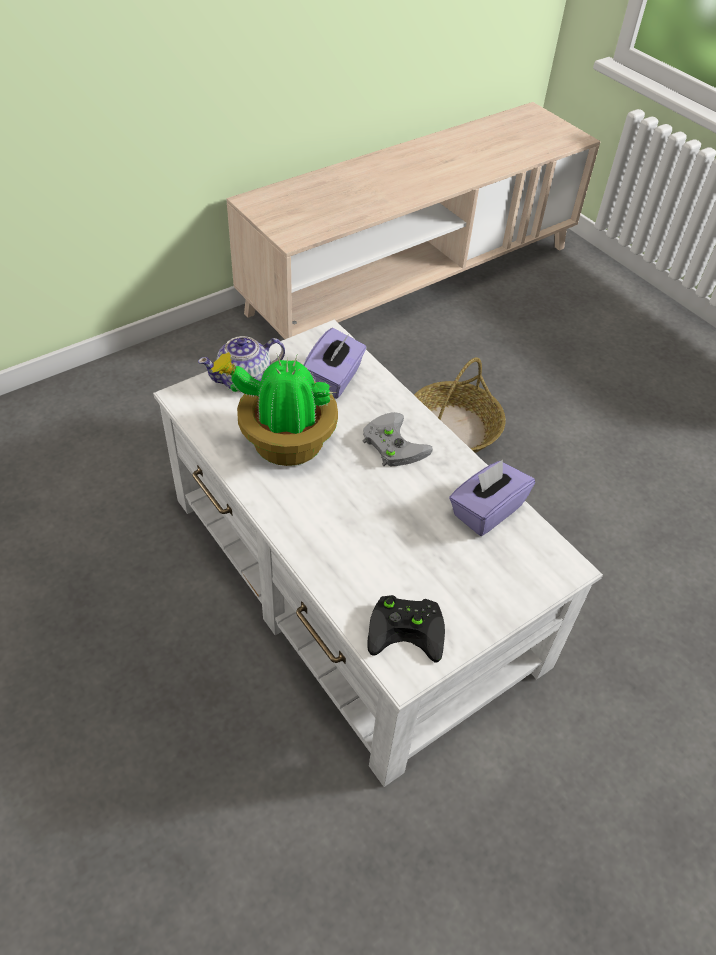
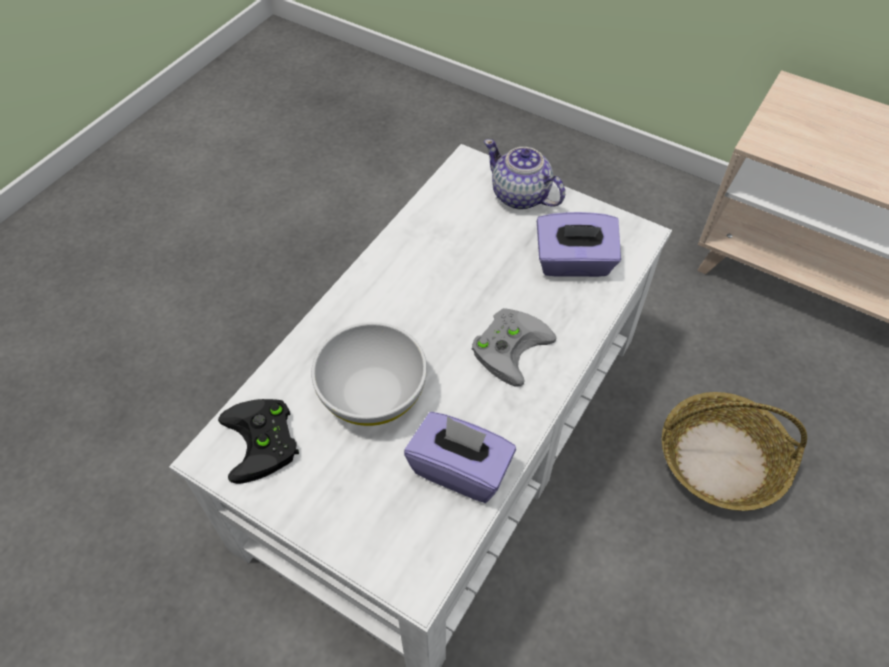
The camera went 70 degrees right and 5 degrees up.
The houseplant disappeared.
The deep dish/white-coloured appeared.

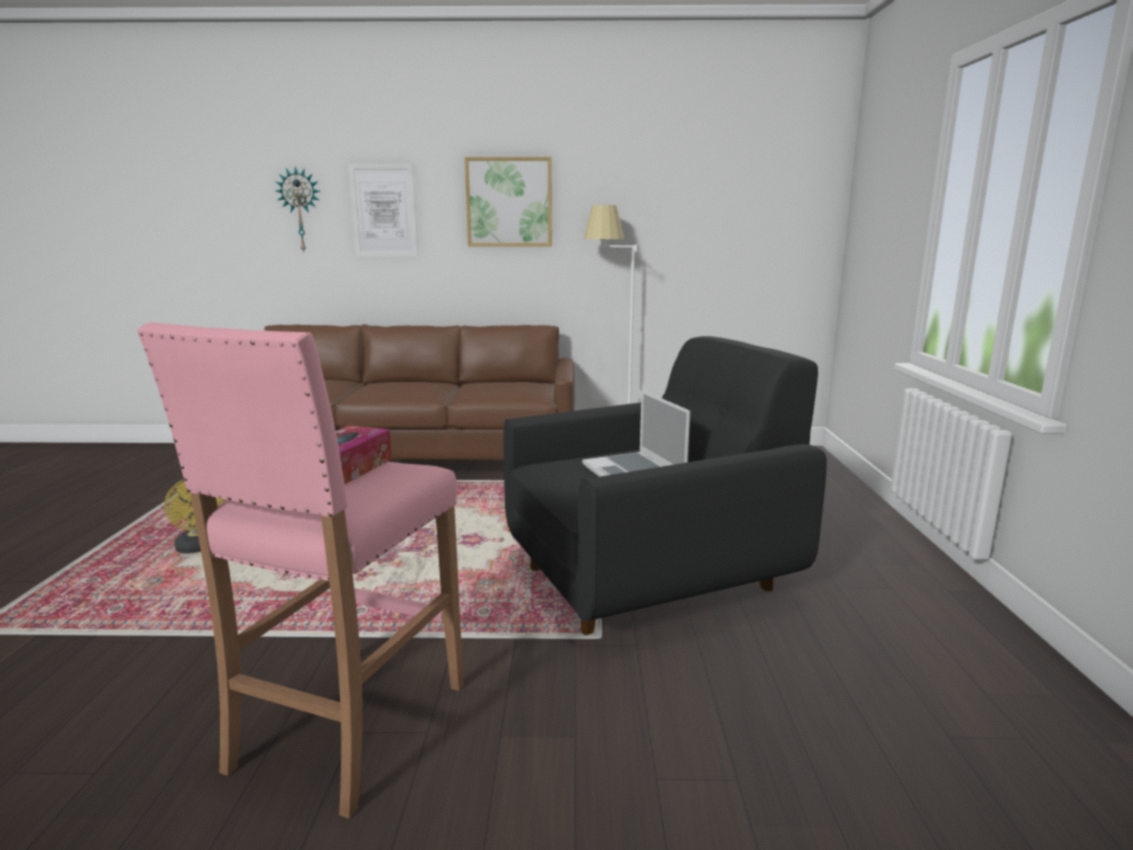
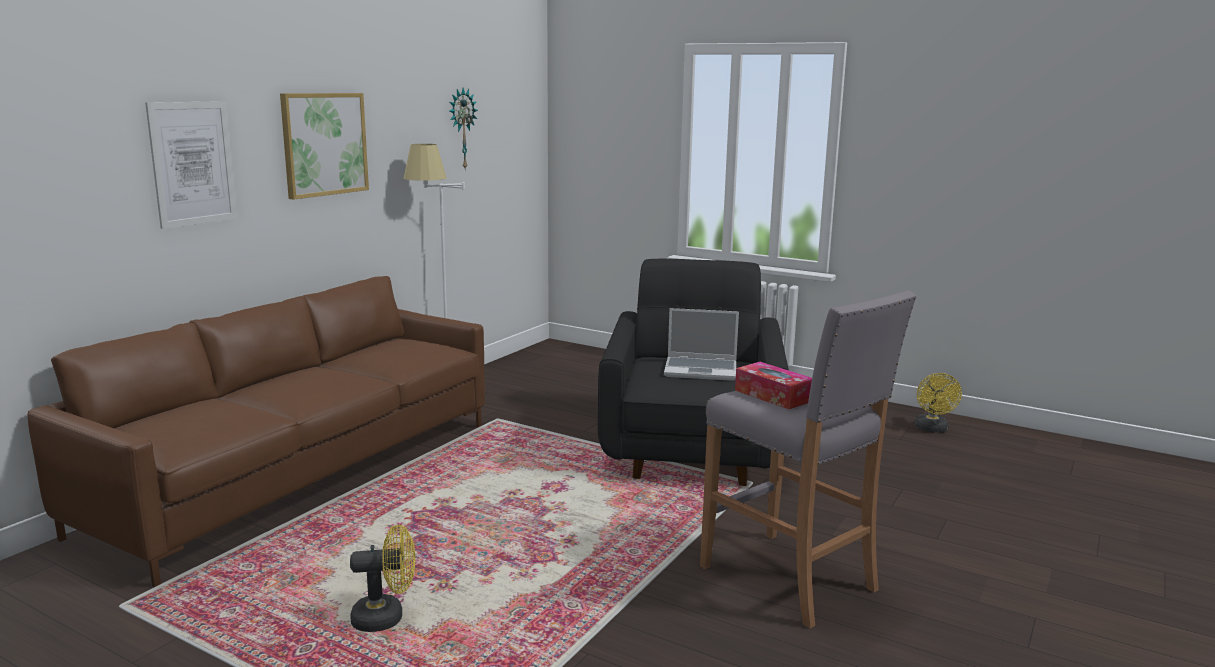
The camera went 60 degrees left and 0 degrees up.
The sitting stool/pinkish became the sitting stool/greyish.
The wall clock moved.
The fan/yellow-coloured (no. 2 from left) appeared.

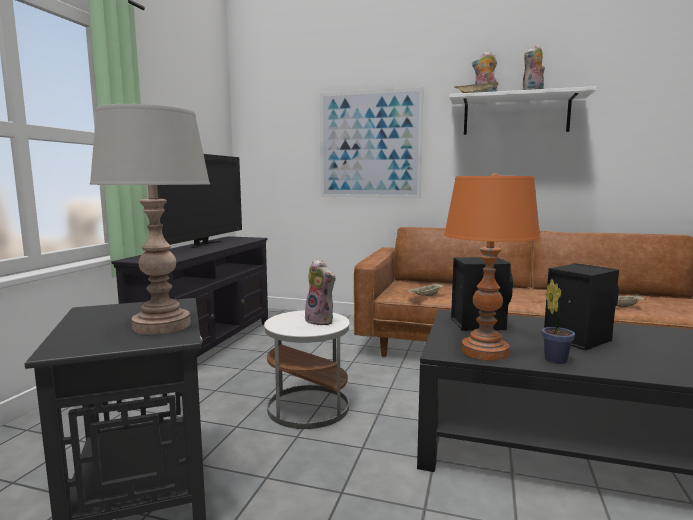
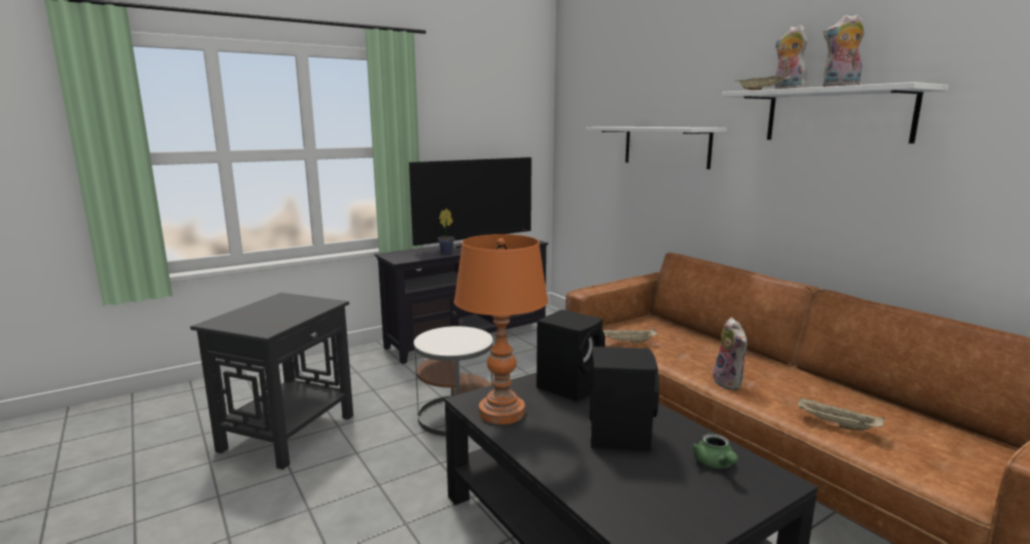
The camera went 40 degrees right and 5 degrees up.
The tabletop lamp/greyish disappeared.
The cuddly toy (no. 1 from left) moved.
The wall art was replaced by the bracket shelf/white-coloured (no. 1 from left).
The houseplant moved.
The pot for tea/greenish appeared.

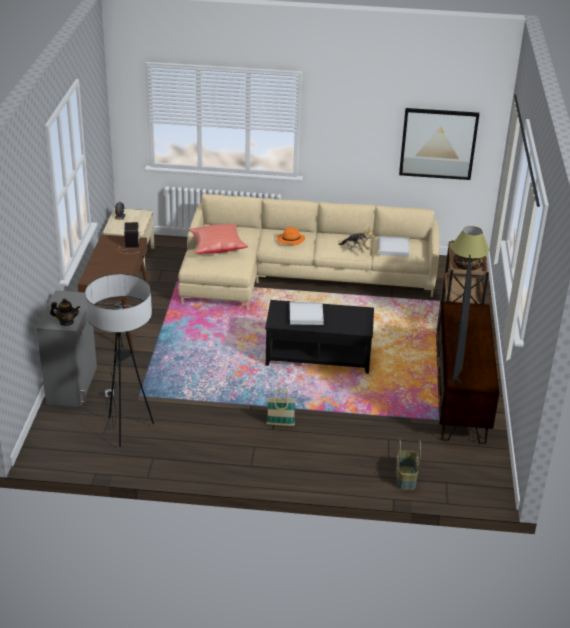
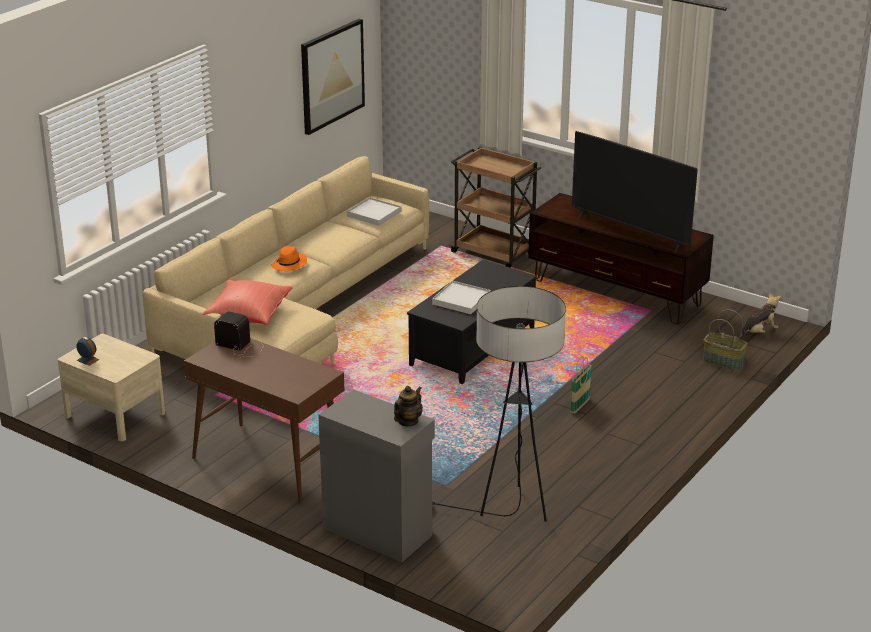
The camera went 60 degrees left and 5 degrees down.
The cuddly toy moved.
The tabletop lamp disappeared.

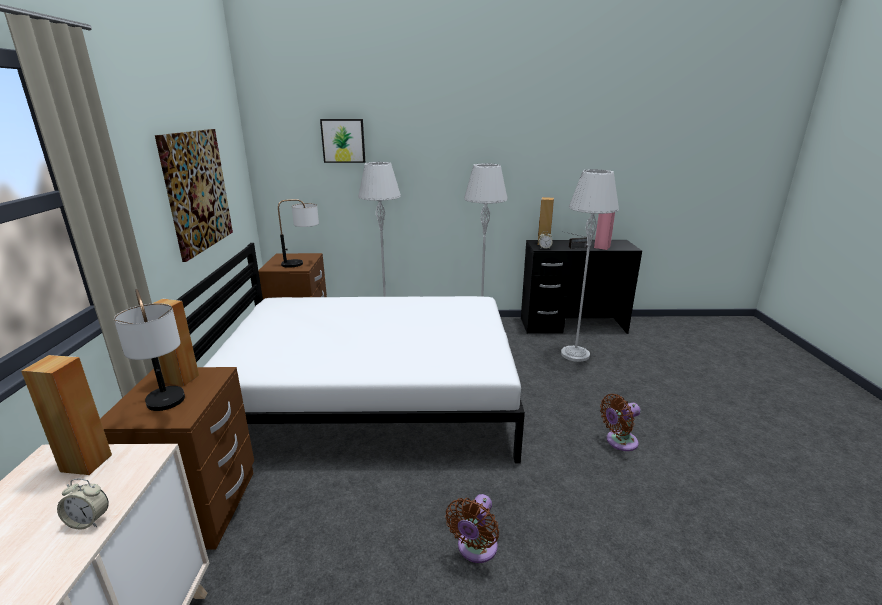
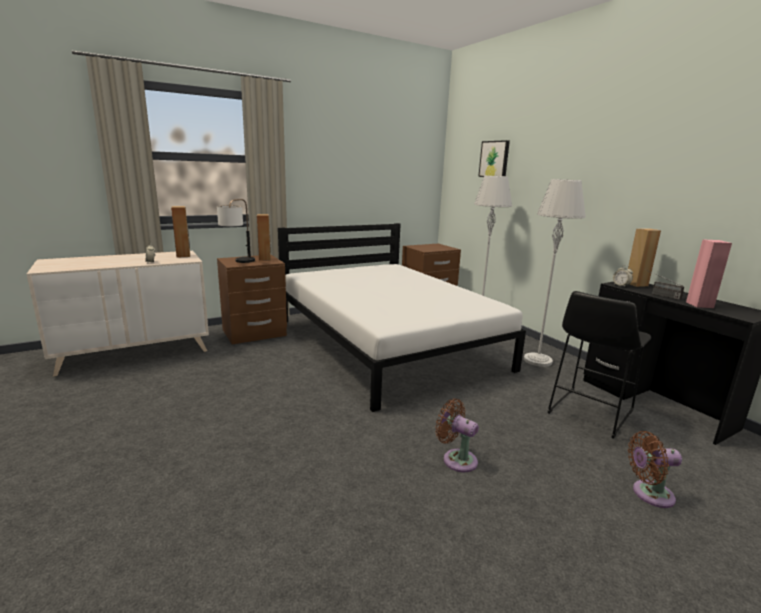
The camera went 60 degrees right and 5 degrees down.
The wall art (no. 1 from left) disappeared.
The tabletop lamp (no. 2 from left) disappeared.
The fan/brown (no. 1 from left in the first image) moved.
The floor lamp/greyish (no. 3 from left) was replaced by the sitting stool/black.

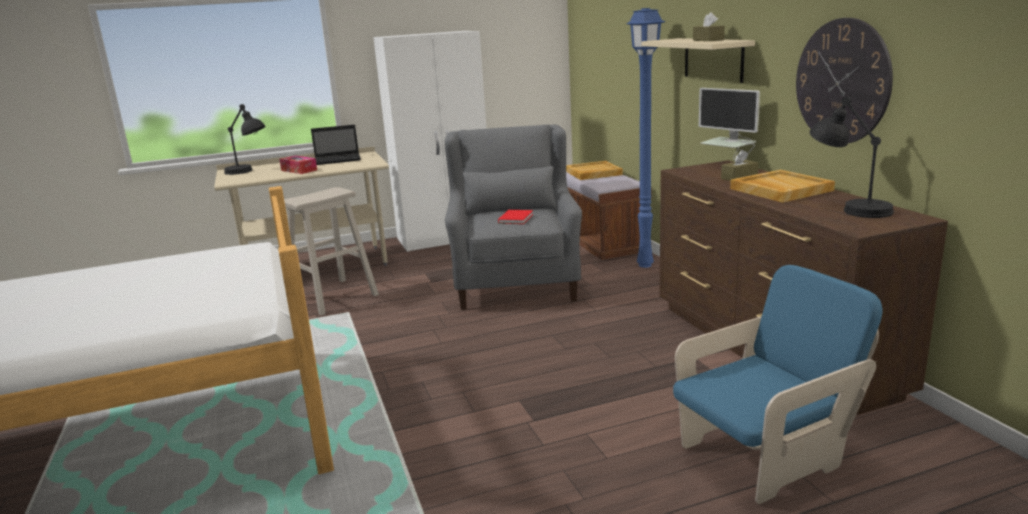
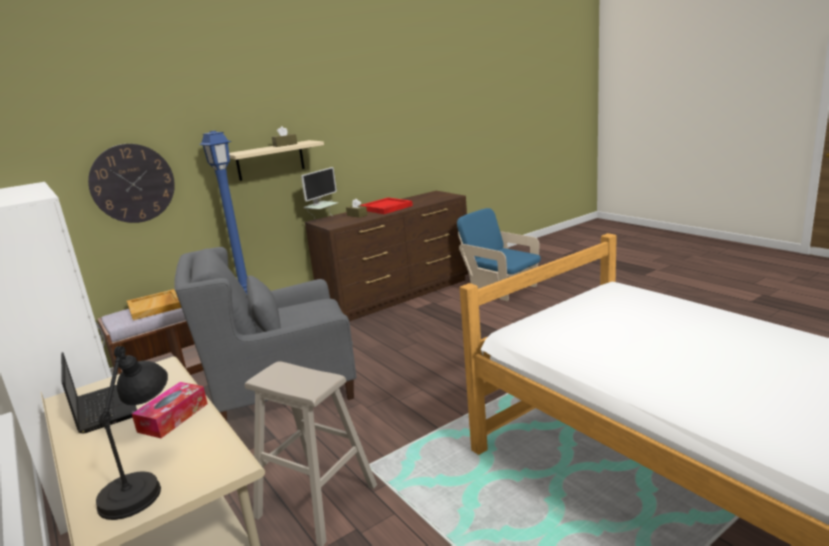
The camera went 105 degrees left and 0 degrees up.
The book/red disappeared.
The serving tray/sand-coloured (no. 2 from left) became the serving tray/red.
The wall clock moved.
The tabletop lamp/black (no. 2 from left) disappeared.

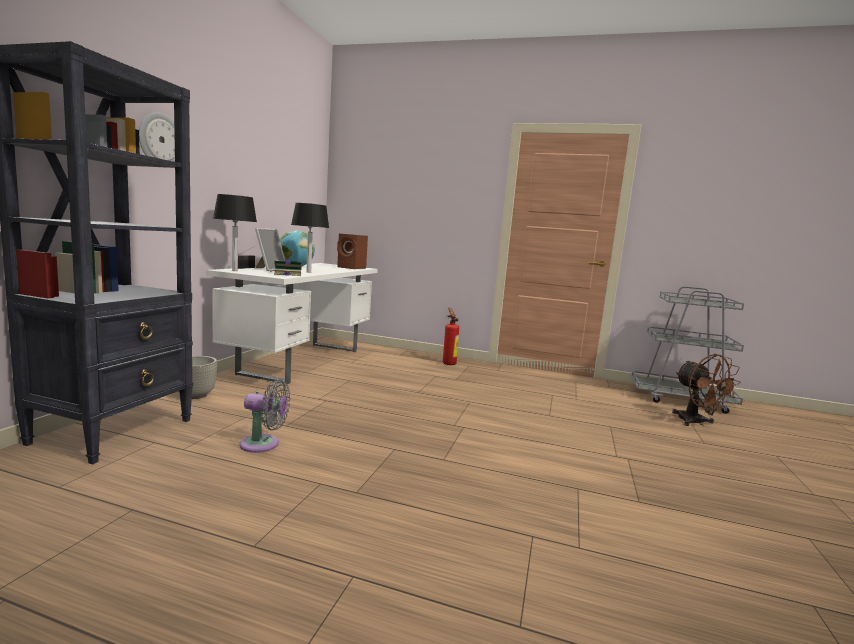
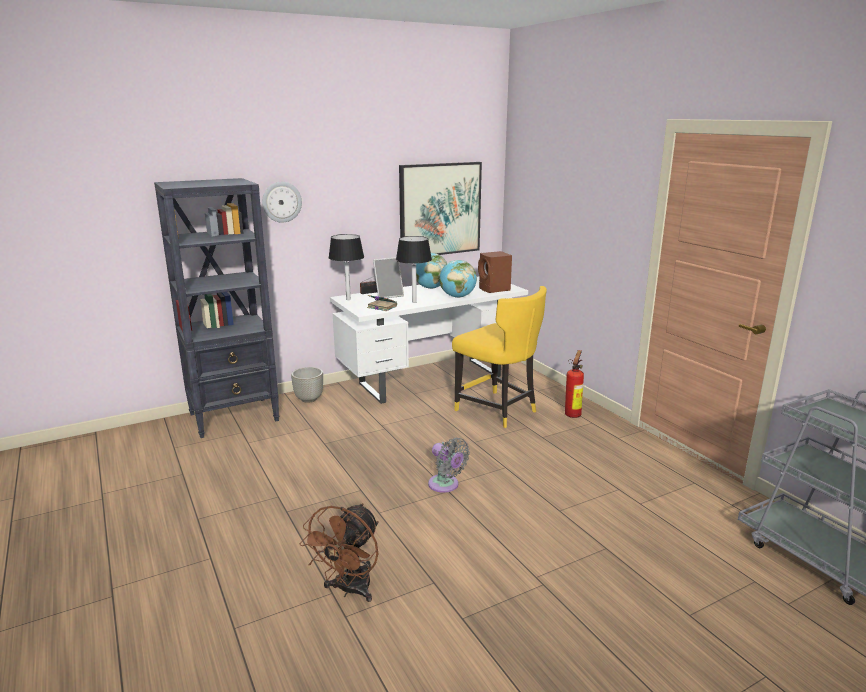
The camera went 45 degrees right and 10 degrees up.
The fan/greyish moved.
The fan/brown moved.
The wall art appeared.
The globe (no. 2 from left) appeared.
The chair/yellow-coloured appeared.

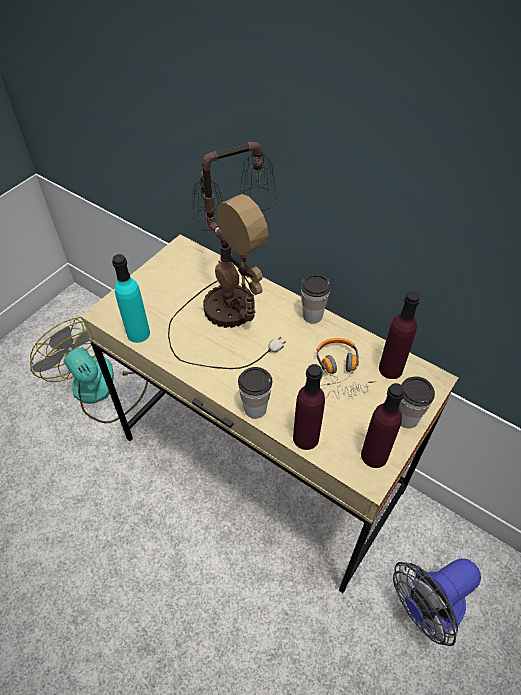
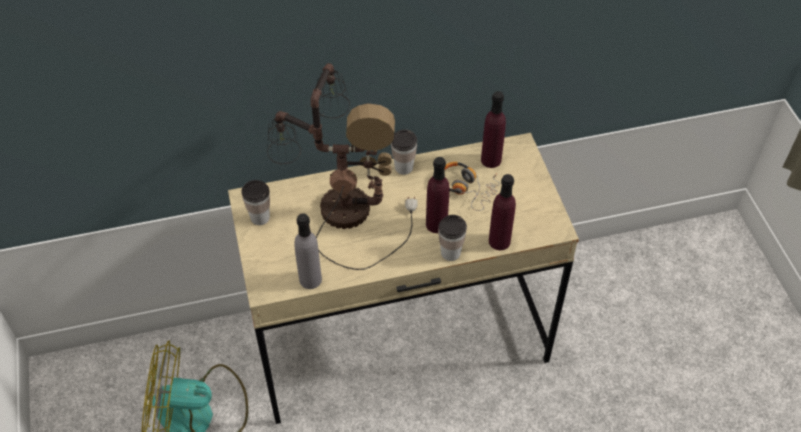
The camera went 50 degrees left and 0 degrees up.
The bottle/blue-green became the bottle/greyish.
The bottle/purple-coloured (no. 2 from left in the first image) moved.
The fan (no. 2 from left) disappeared.
The small cup (no. 3 from left in the first image) moved.

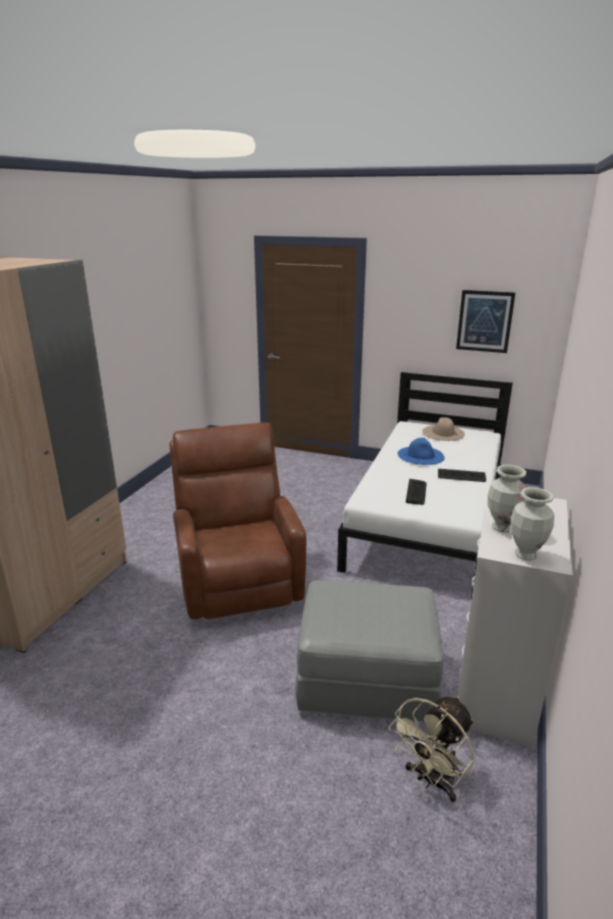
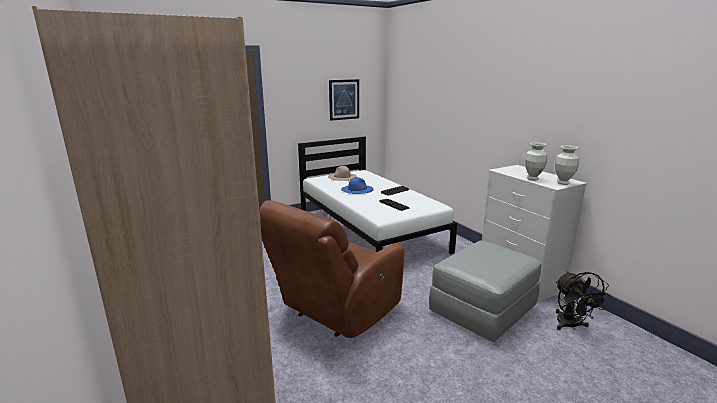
The camera went 50 degrees left and 5 degrees down.
The armchair/brown turned 75 degrees counterclockwise.
The fan/sand-coloured became the fan/black.

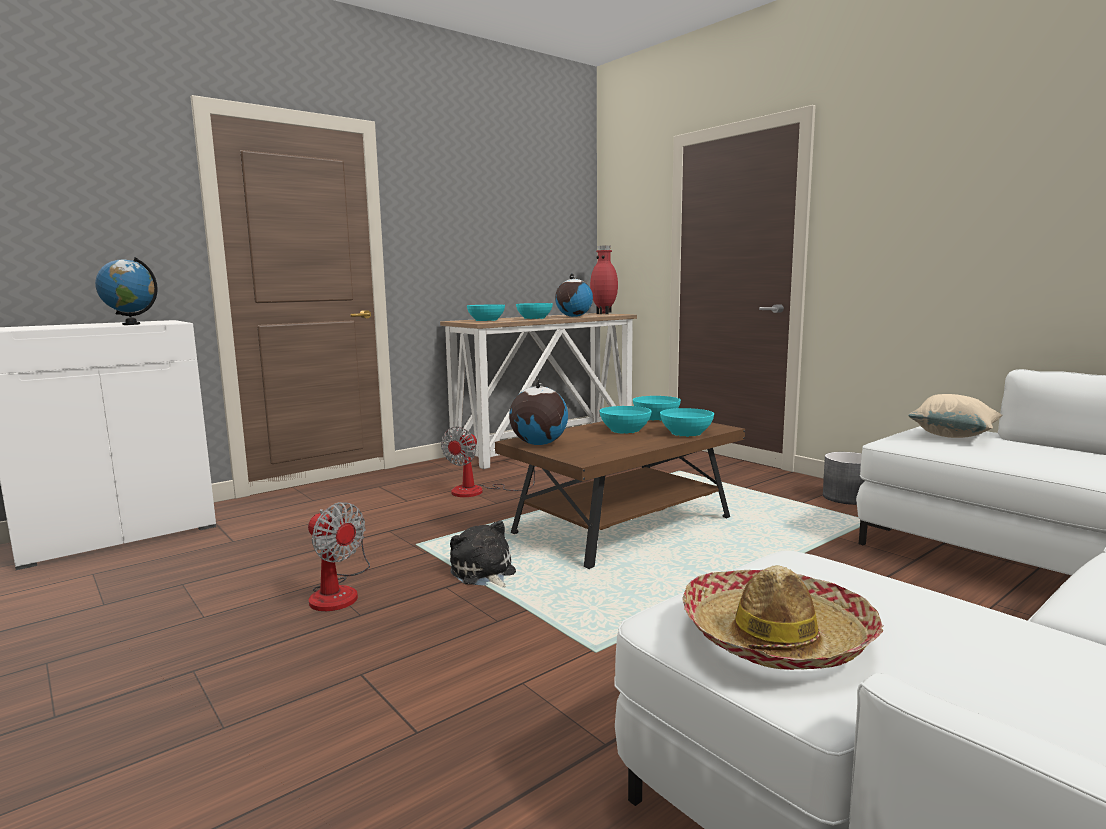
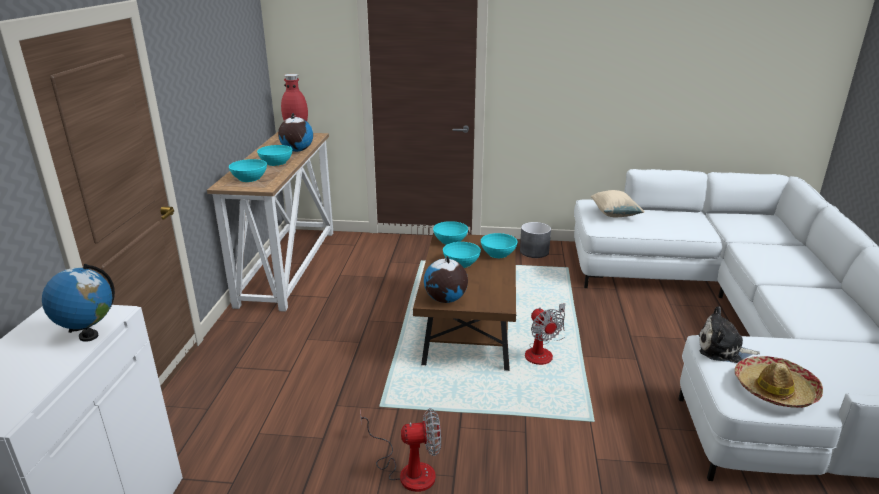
The camera went 45 degrees left and 15 degrees up.
The fan (no. 2 from left) moved.
The cuddly toy moved.

